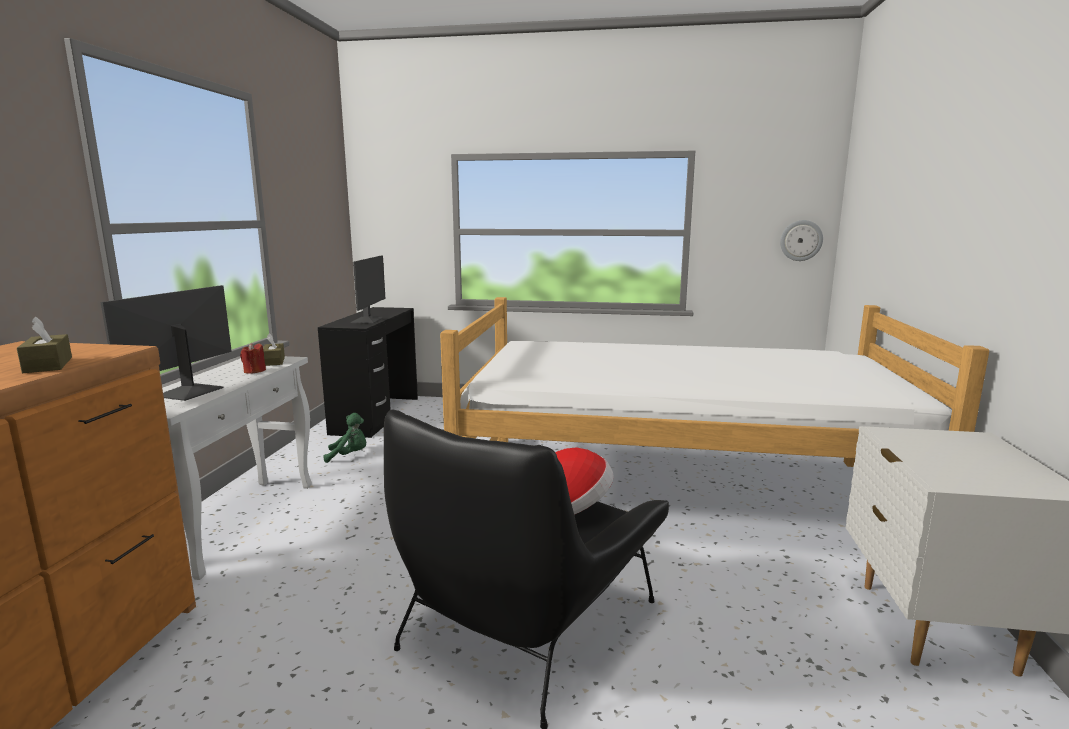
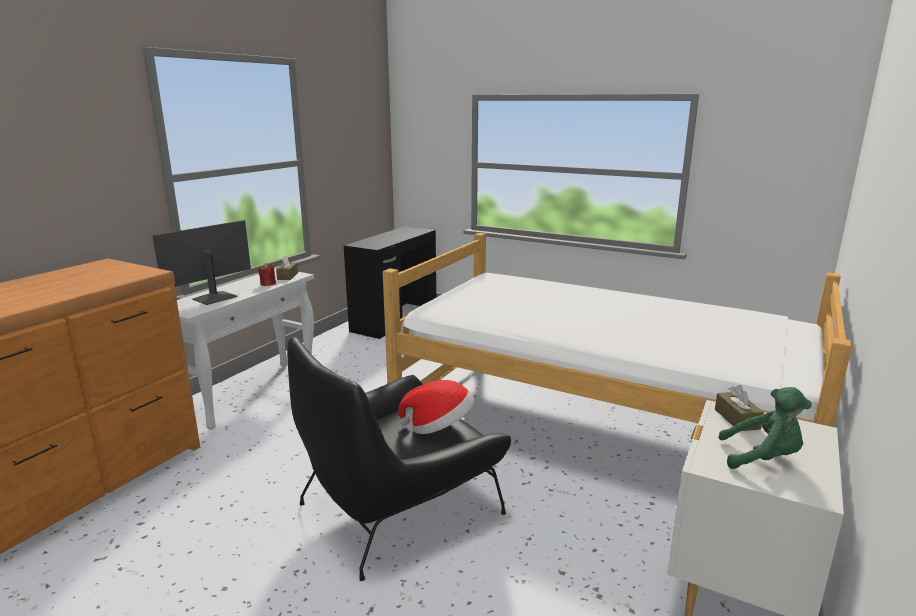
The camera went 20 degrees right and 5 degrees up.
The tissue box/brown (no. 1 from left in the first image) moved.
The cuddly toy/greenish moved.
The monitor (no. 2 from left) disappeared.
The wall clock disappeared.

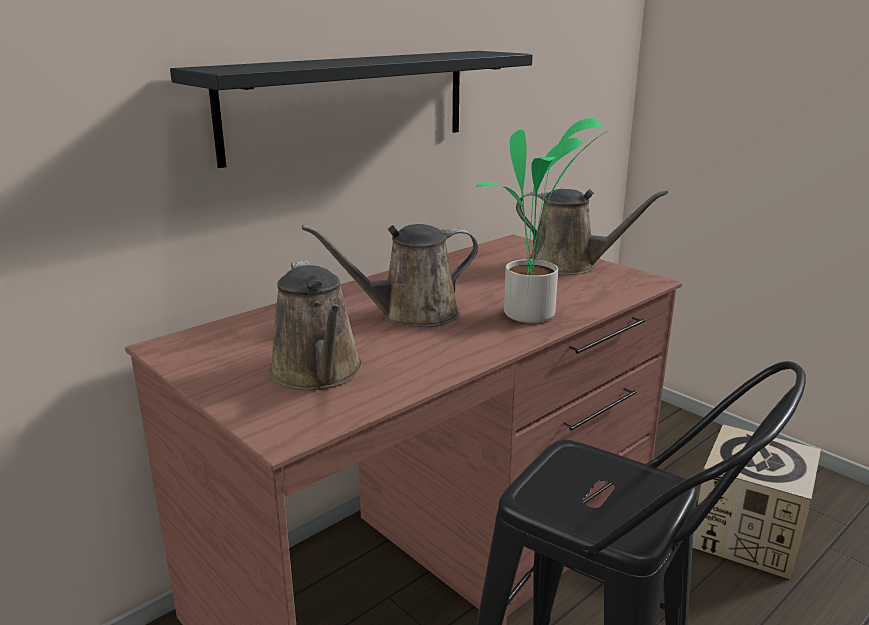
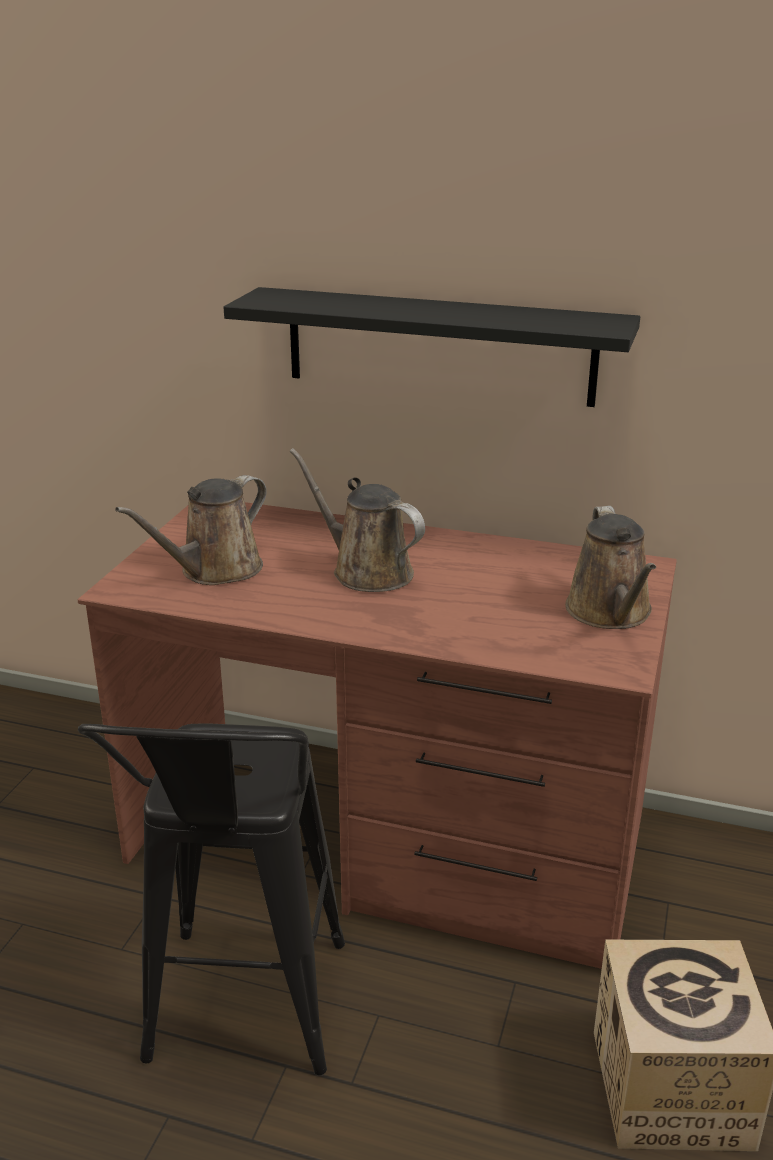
The camera went 60 degrees right and 5 degrees up.
The houseplant disappeared.

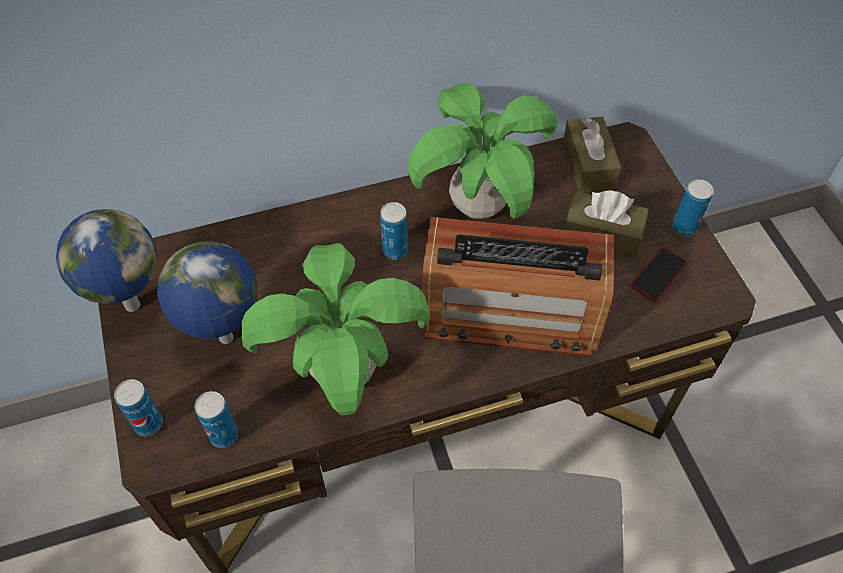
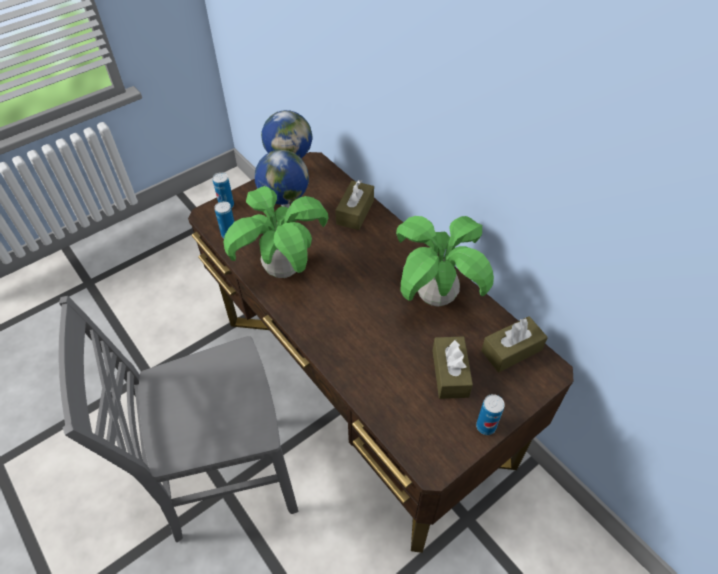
The camera went 70 degrees right and 5 degrees down.
The can (no. 3 from left) disappeared.
The radio set disappeared.
The handset disappeared.
The tissue box/brown (no. 1 from left) appeared.

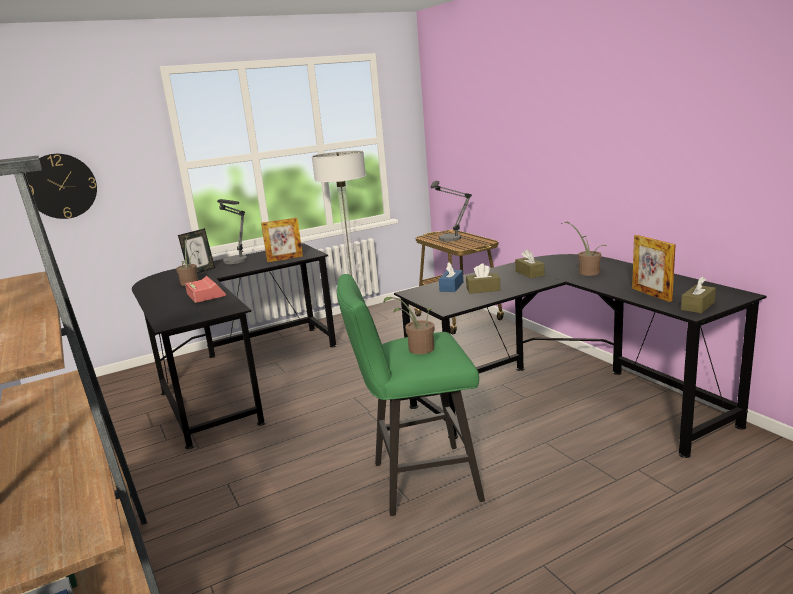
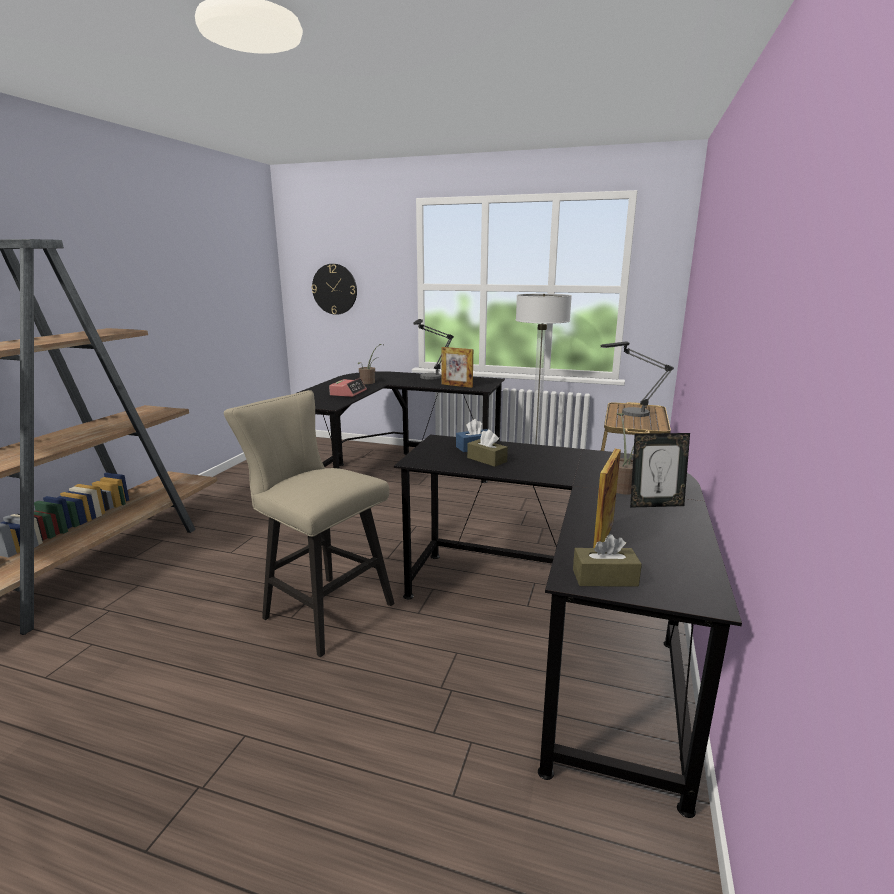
The camera went 45 degrees right and 0 degrees up.
The picture frame (no. 1 from left in the first image) moved.
The sitting stool/greenish became the sitting stool/sand-coloured.
The houseplant (no. 2 from left) disappeared.
The tissue box/brown (no. 2 from left) disappeared.

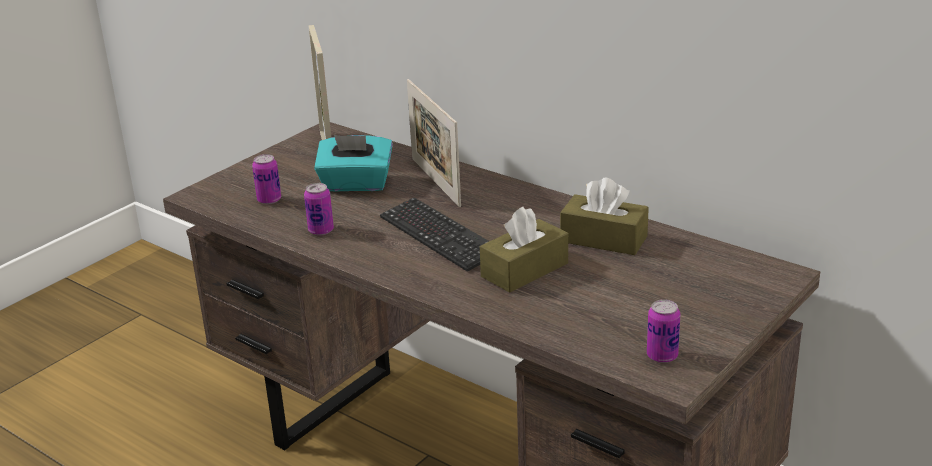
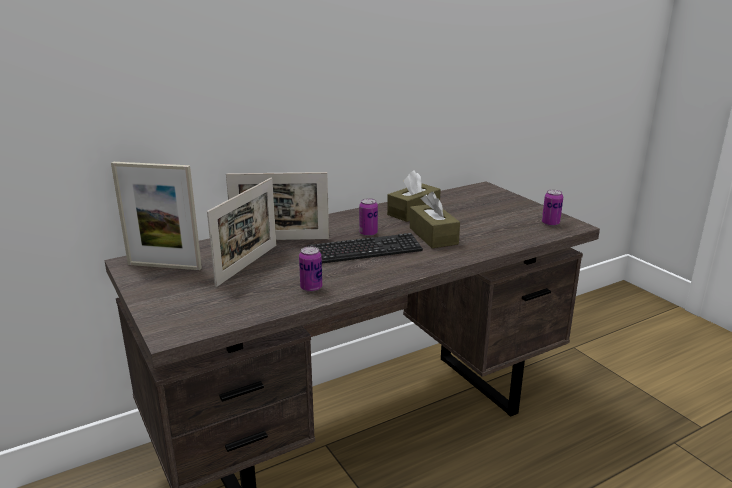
The camera went 70 degrees left and 5 degrees down.
The can (no. 1 from left in the first image) moved.
The tissue box/blue-green was replaced by the picture frame (no. 2 from left).

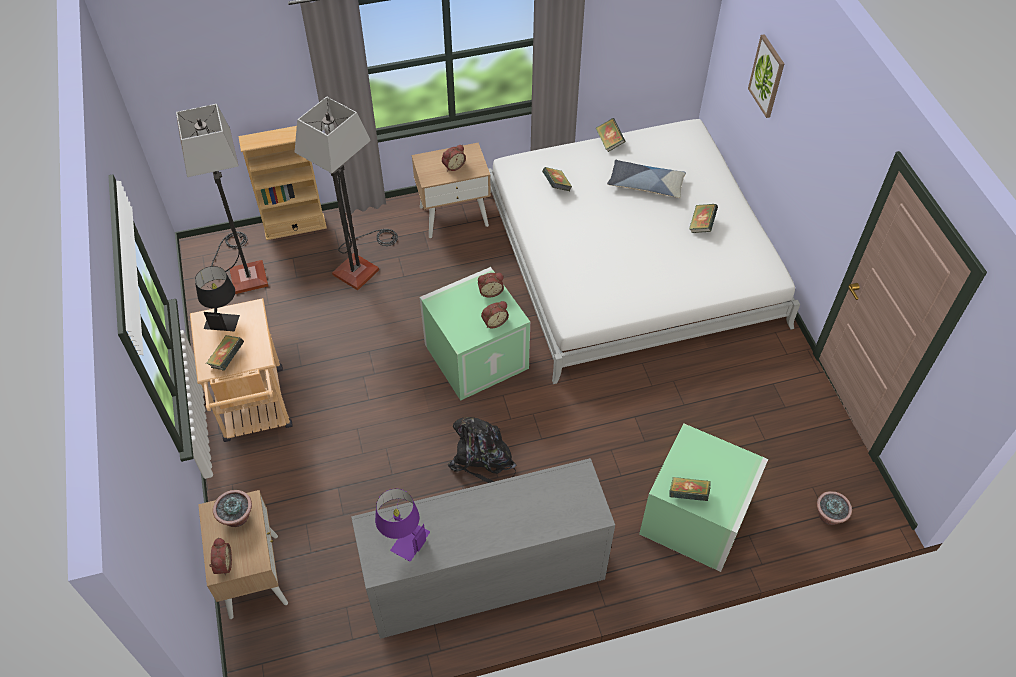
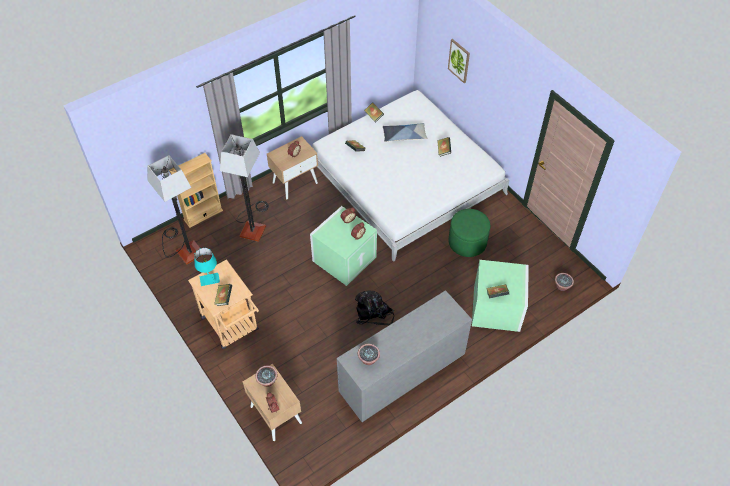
The camera went 20 degrees left and 0 degrees up.
The tabletop lamp/black became the tabletop lamp/blue-green.
The tabletop lamp/purple-coloured was replaced by the houseplant (no. 2 from left).
The ottoman/greenish appeared.

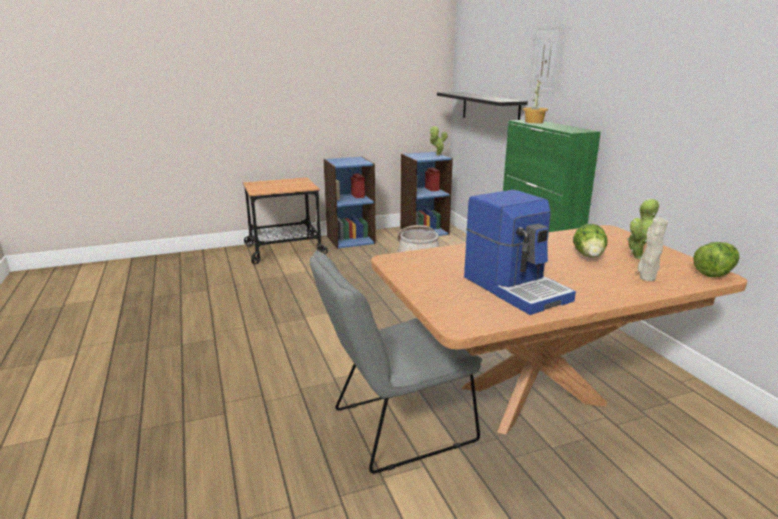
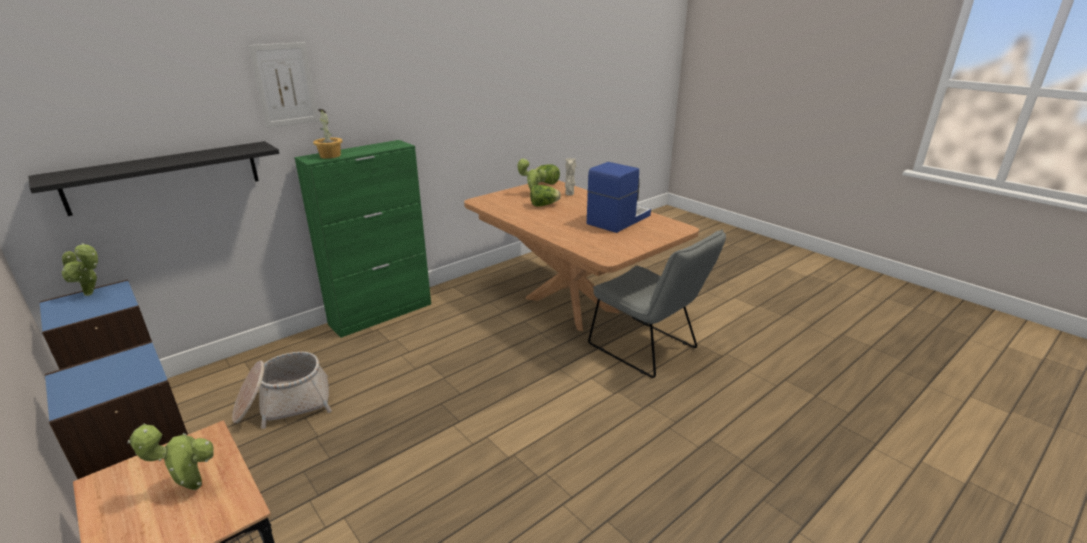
The camera went 110 degrees left and 5 degrees up.
The houseplant (no. 2 from left) appeared.

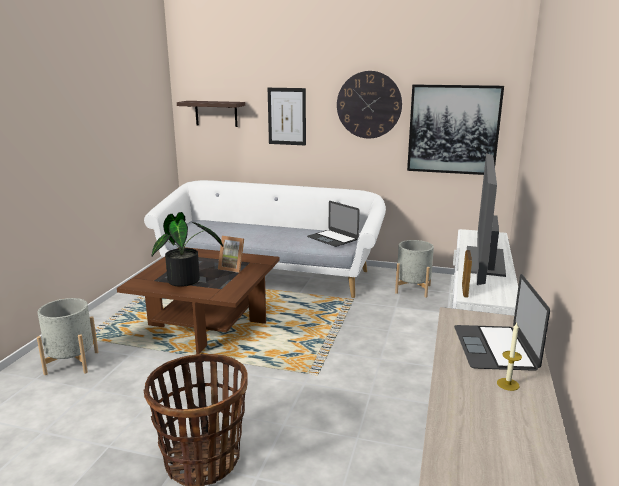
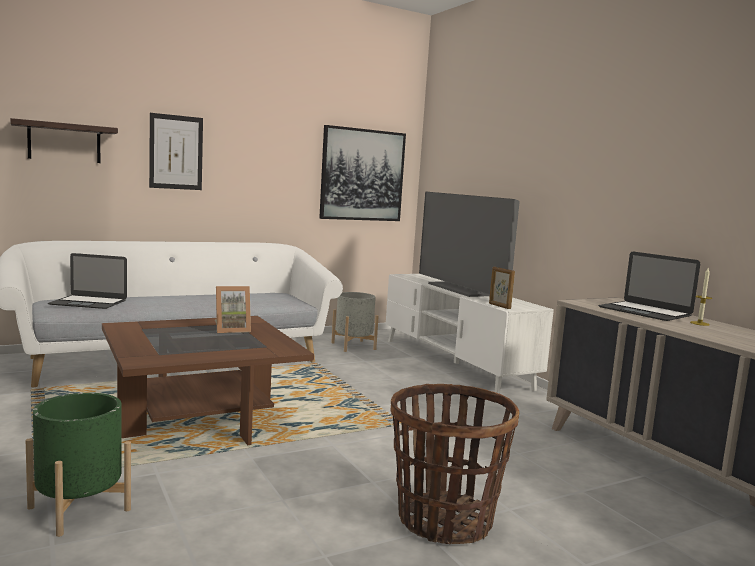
The camera went 45 degrees left and 10 degrees down.
The planter/greyish (no. 1 from left) became the planter/greenish.
The houseplant disappeared.
The notebook computer (no. 1 from left) moved.
The wall clock disappeared.

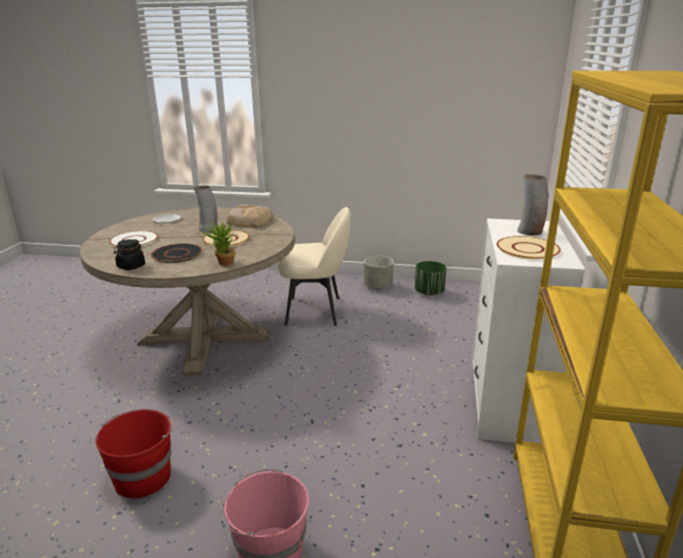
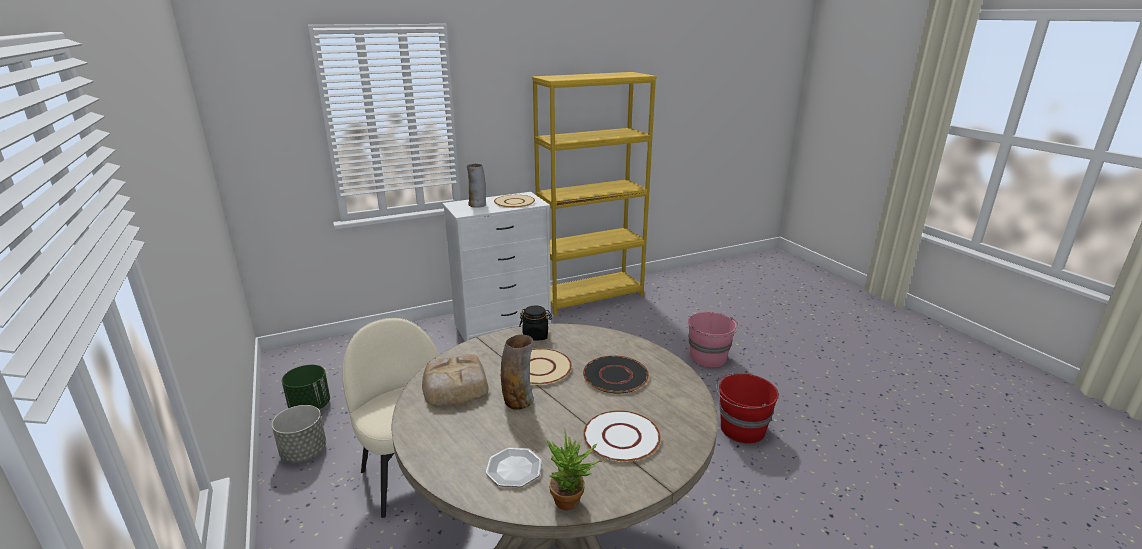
The camera went 125 degrees left and 0 degrees up.
The jar/black moved.
The houseplant moved.

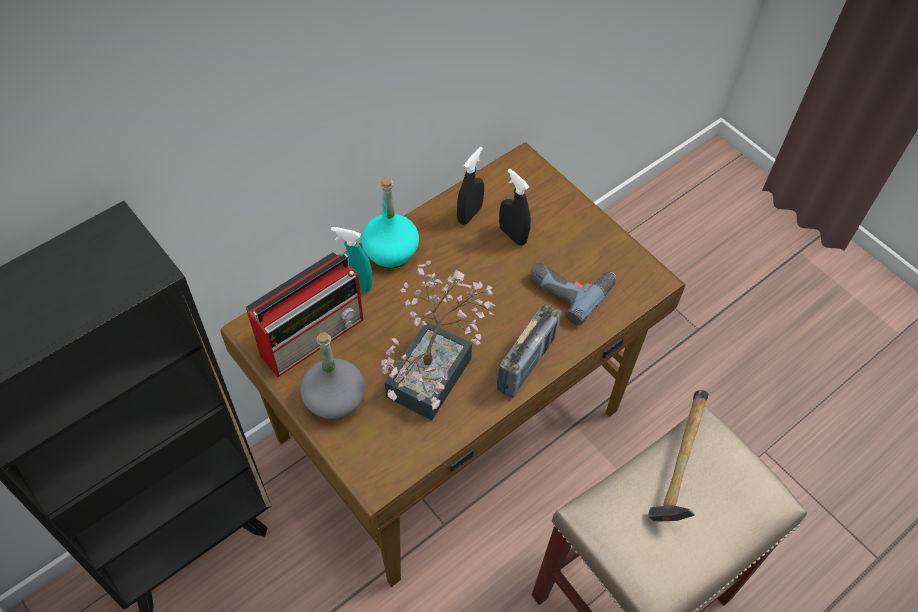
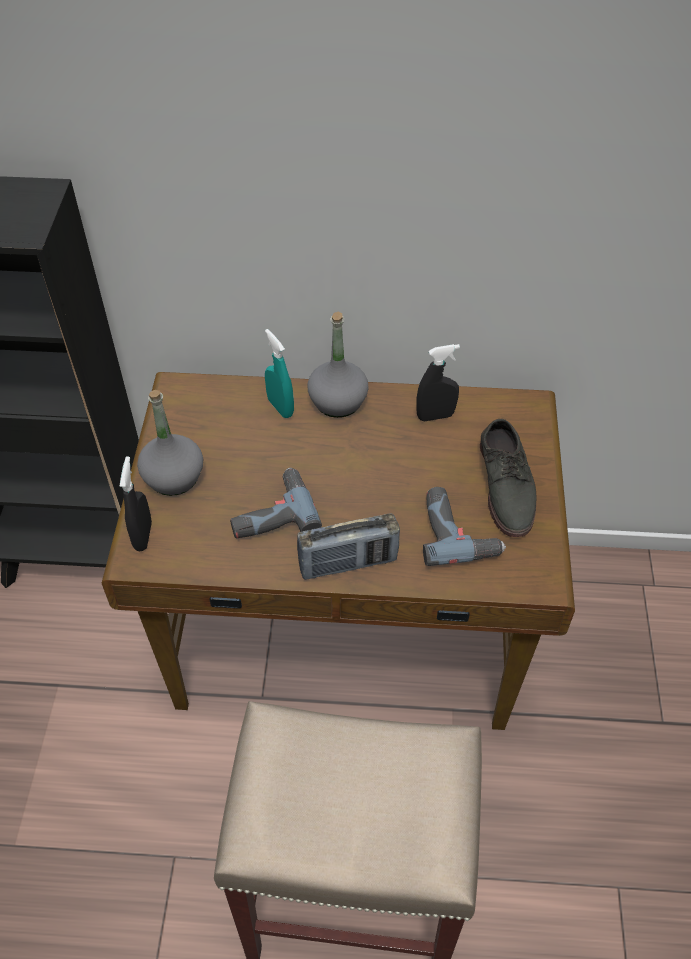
The camera went 45 degrees right and 5 degrees down.
The radio set (no. 1 from left) disappeared.
The bottle/blue-green became the bottle/greyish (no. 2 from left).
The houseplant was replaced by the power drill (no. 1 from left).
The sprayer/black (no. 2 from left in the first image) moved.
The hand hammer disappeared.
The low shoe/greyish appeared.

